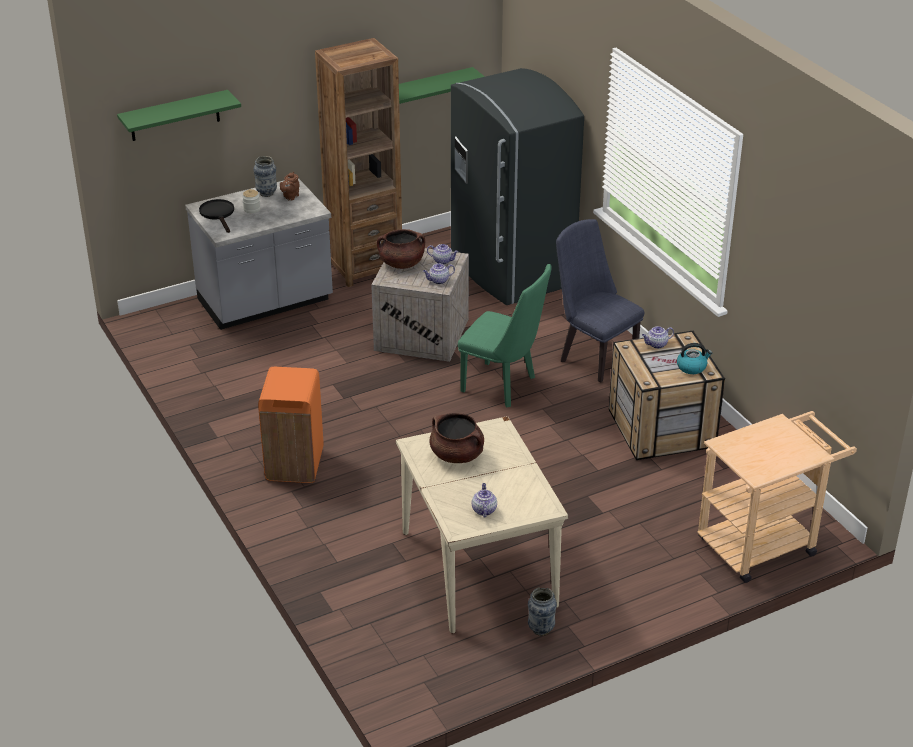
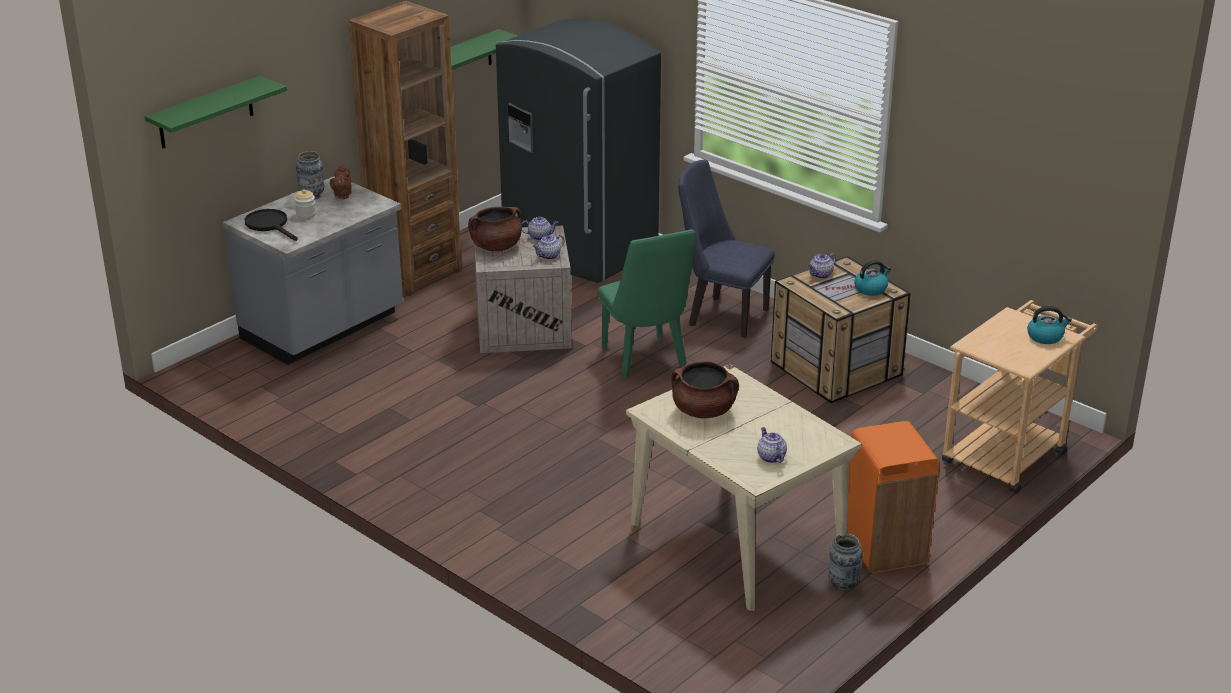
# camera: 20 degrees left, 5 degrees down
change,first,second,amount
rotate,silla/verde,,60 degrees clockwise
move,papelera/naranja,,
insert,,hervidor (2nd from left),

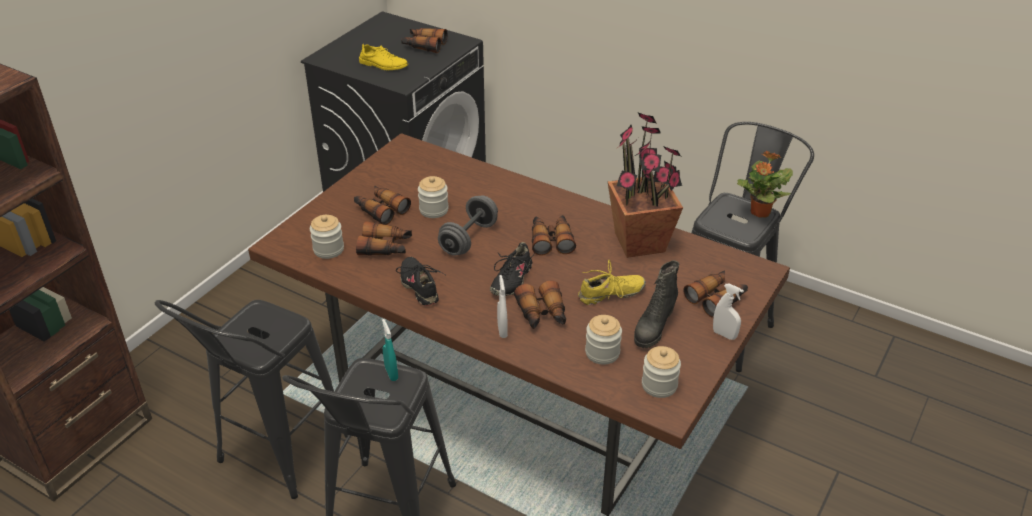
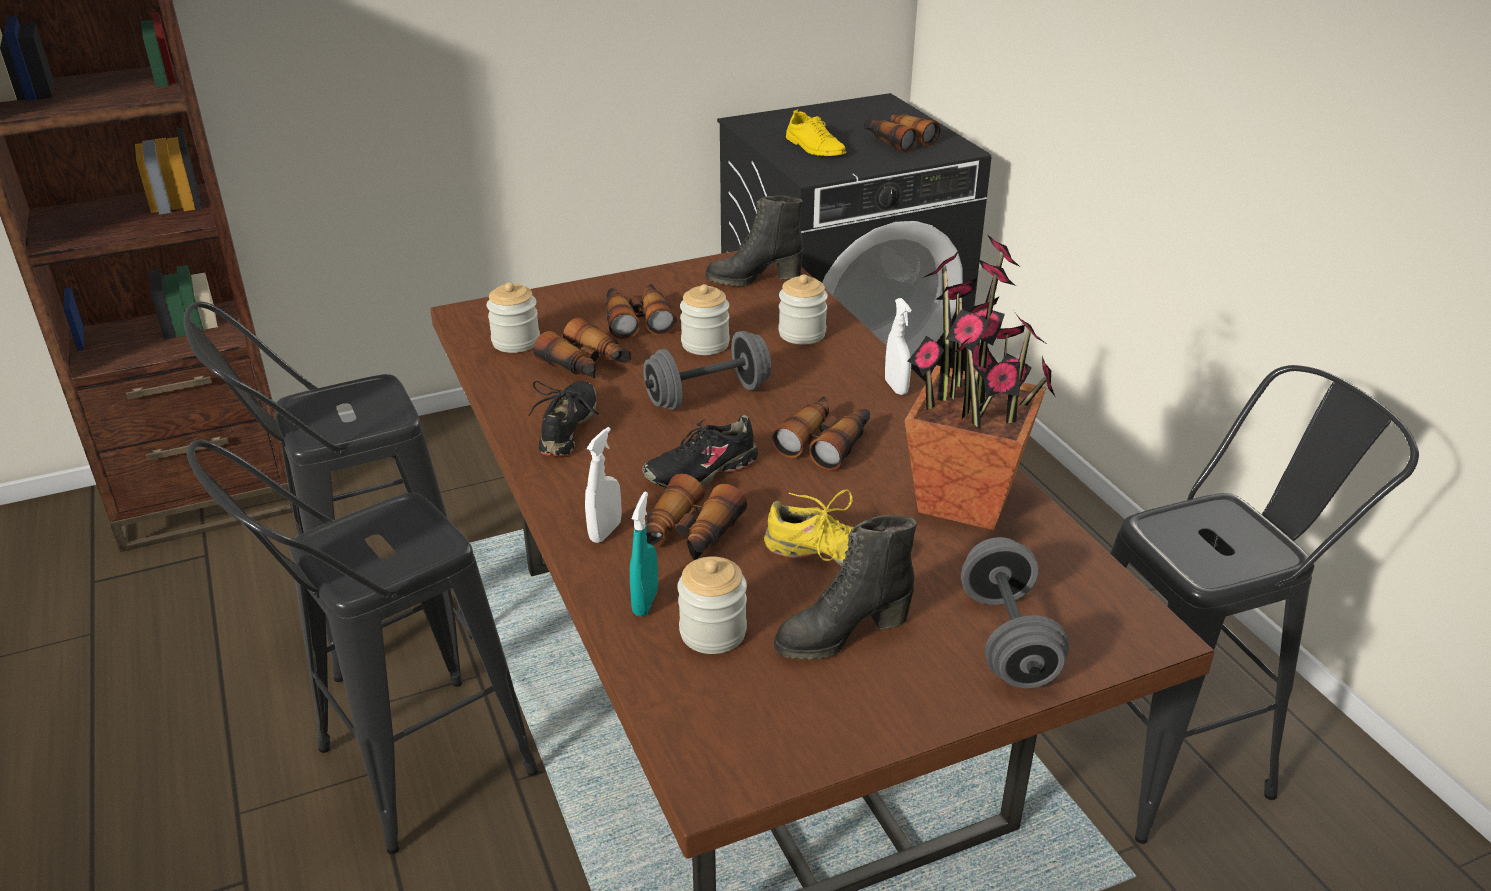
# camera: 35 degrees right, 5 degrees down
change,first,second,amount
delete,planta en maceta (2nd from left),,
replace,prismáticos (6th from left),mancuerna/gris (2nd from left),
move,pulverizador/blanco (2nd from left),,
move,pulverizador/turquesa,,
move,tarro (4th from left),,
insert,,bota/negro (1st from left),

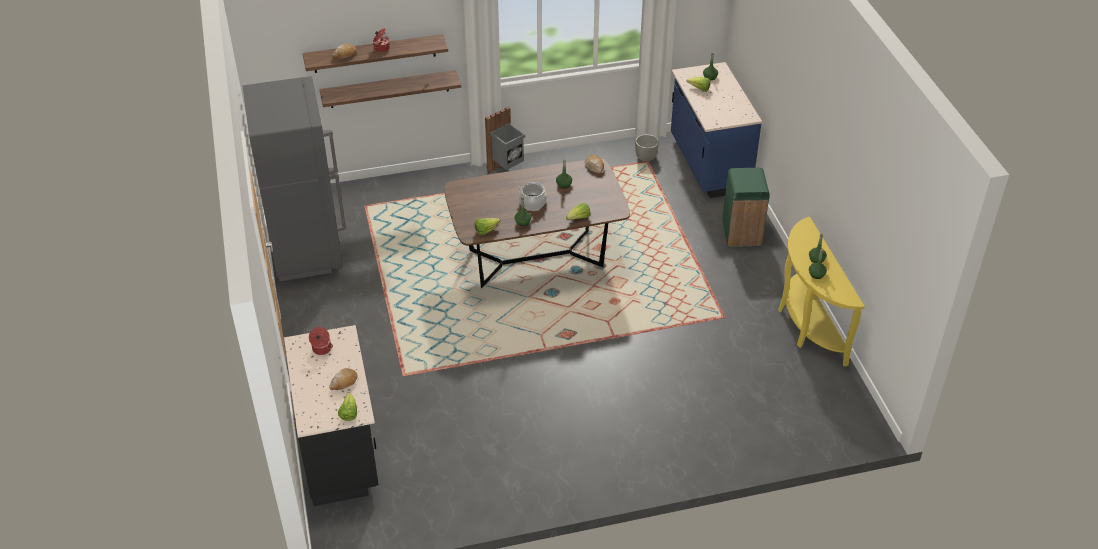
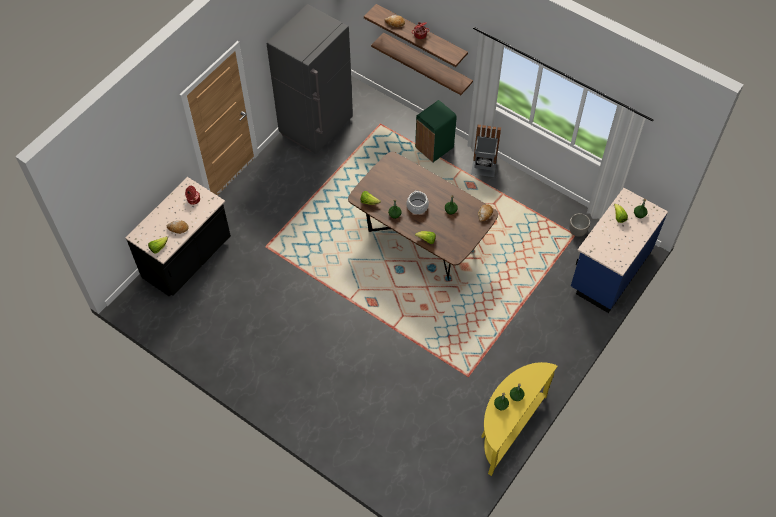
# camera: 50 degrees right, 15 degrees up
change,first,second,amount
move,papelera/verde,,

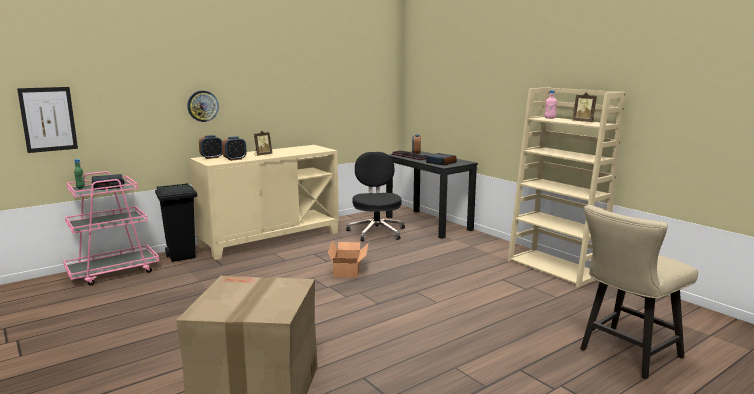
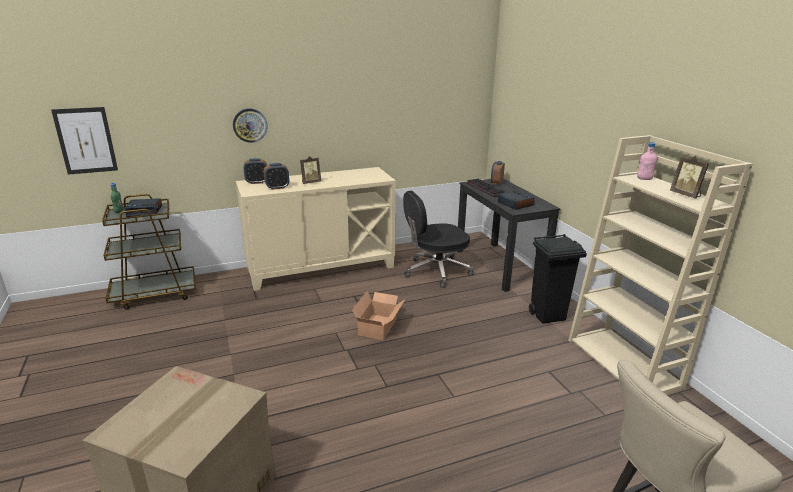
# camera: 15 degrees right, 10 degrees up
change,first,second,amount
rotate,silla de oficina/negro,,120 degrees counterclockwise
recolor,carrito/rosa,carrito/marrón,
move,papelera/negro,,

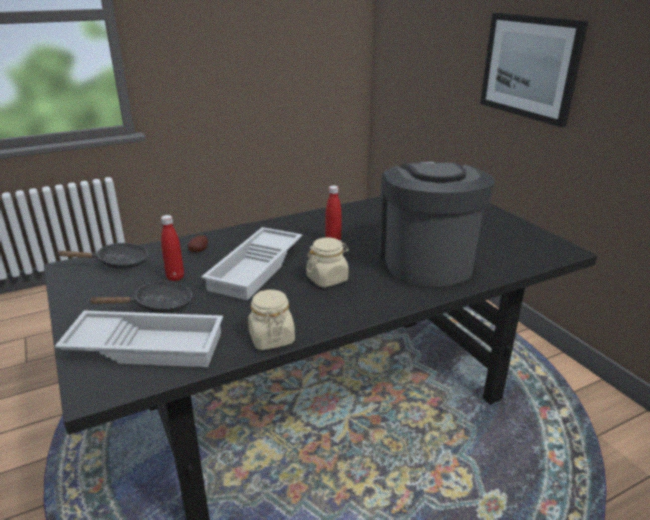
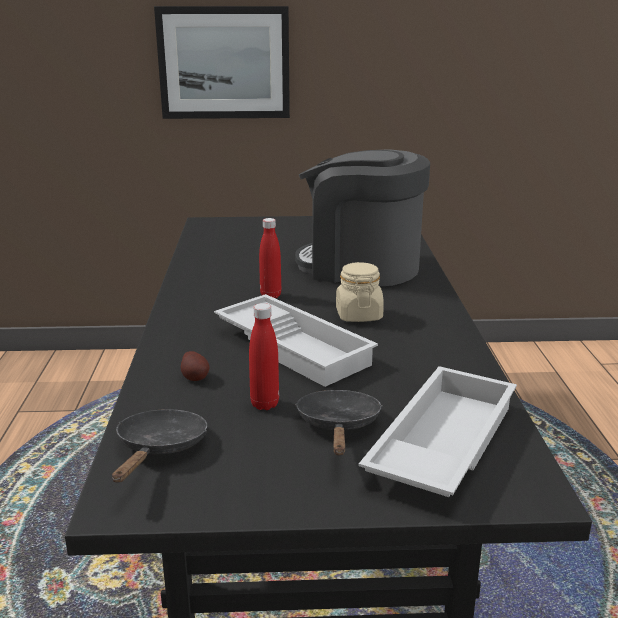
# camera: 65 degrees left, 5 degrees down
change,first,second,amount
delete,tarro/beis (1st from left),,

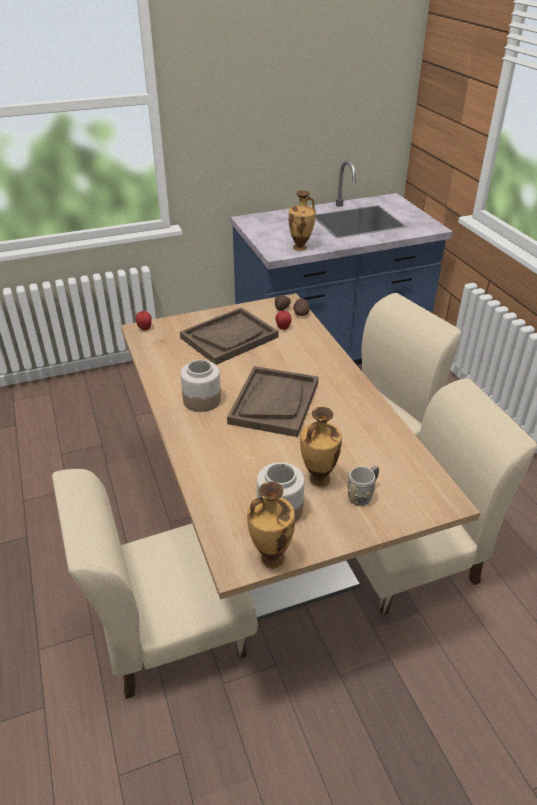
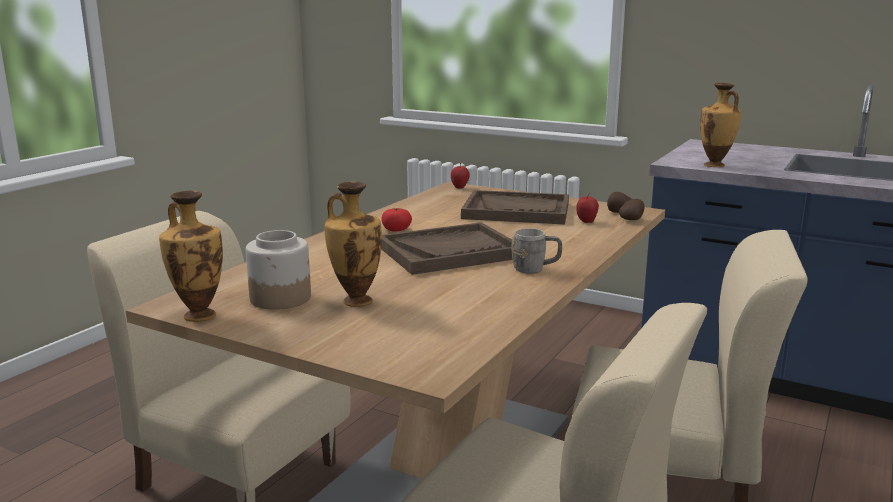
# camera: 50 degrees right, 20 degrees down
change,first,second,amount
replace,tarro (1st from left),tomate,
move,taza grande/gris,,

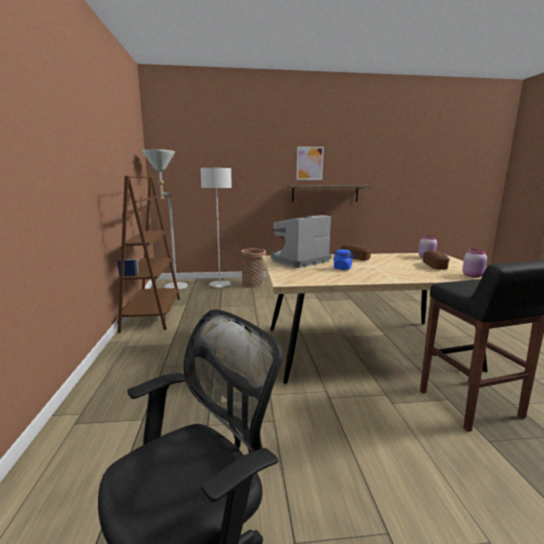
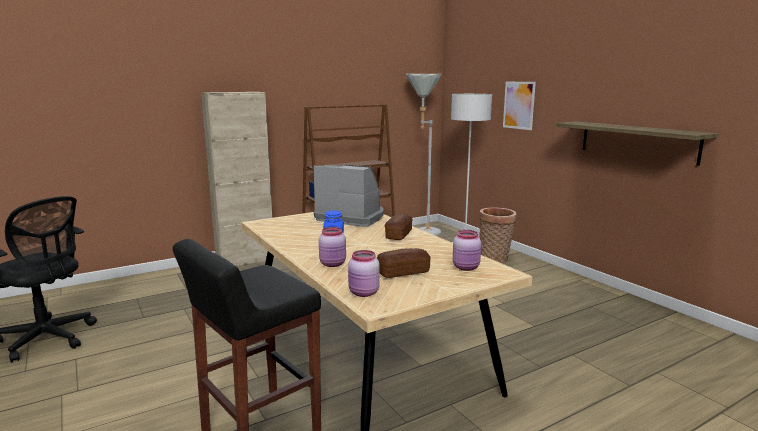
# camera: 65 degrees right, 0 degrees up
change,first,second,amount
move,cuadro,,
insert,,armario/beis,
insert,,tarro/rosa (1st from left),

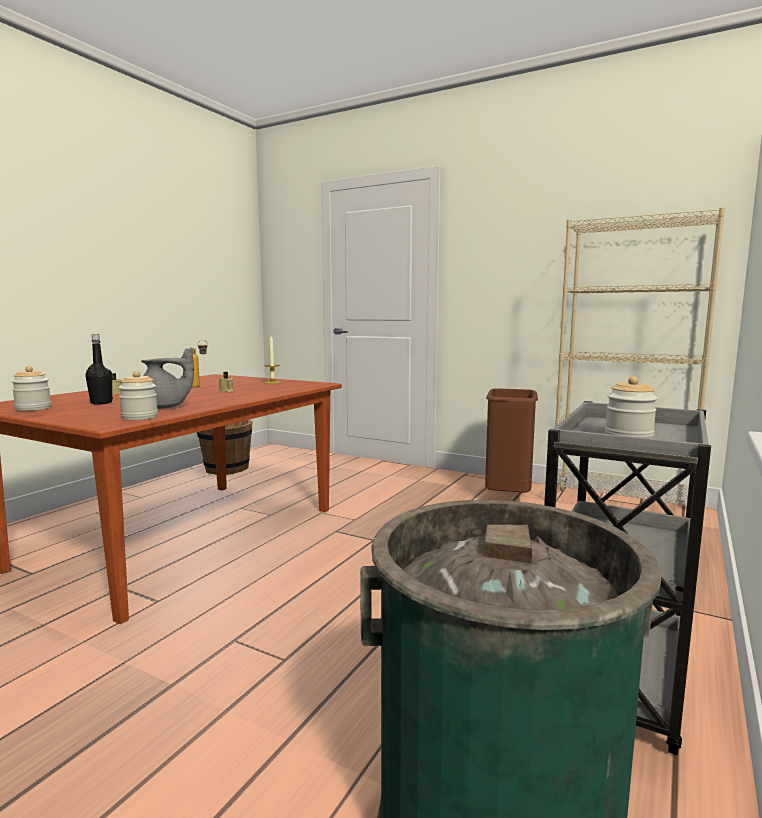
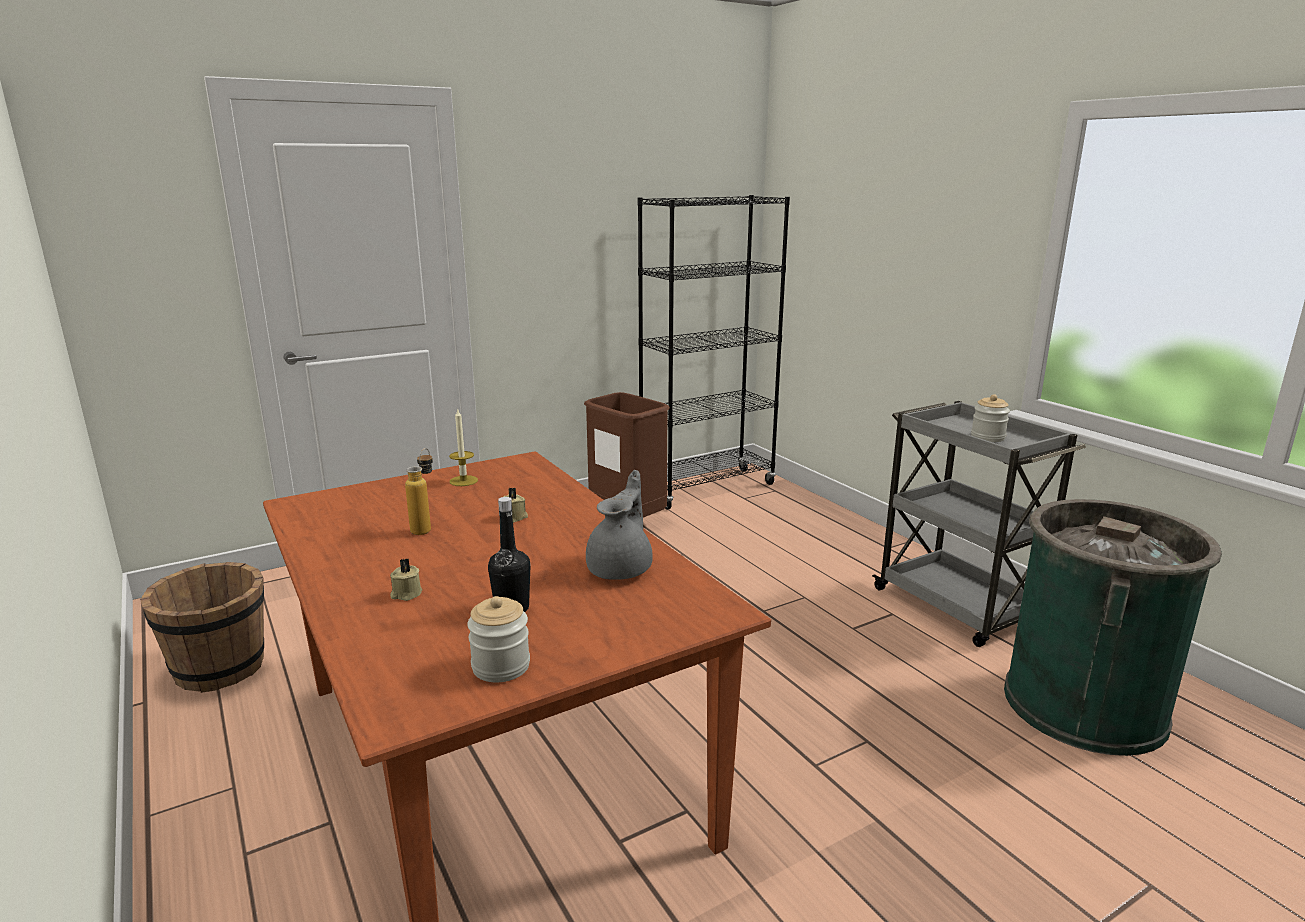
# camera: 60 degrees left, 10 degrees up
change,first,second,amount
recolor,estantería/beis,estantería/negro,
delete,tarro (2nd from left),,

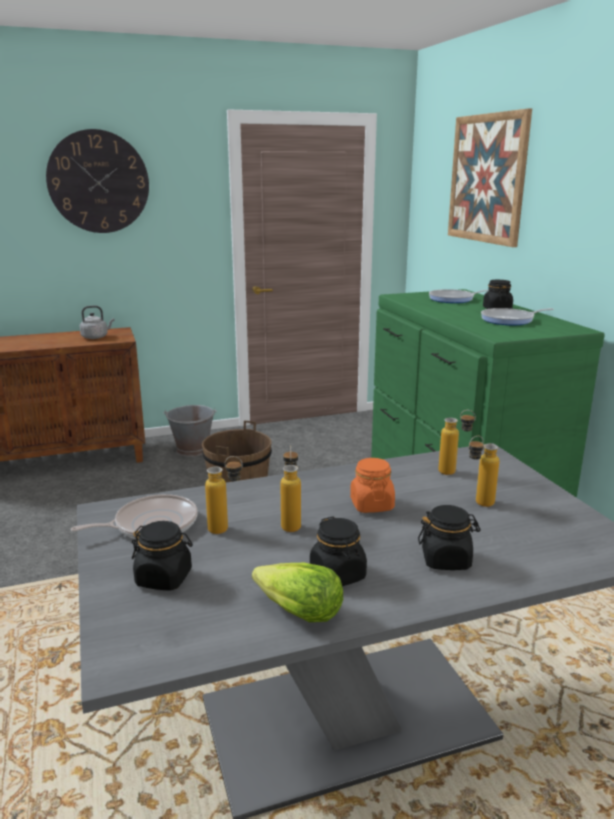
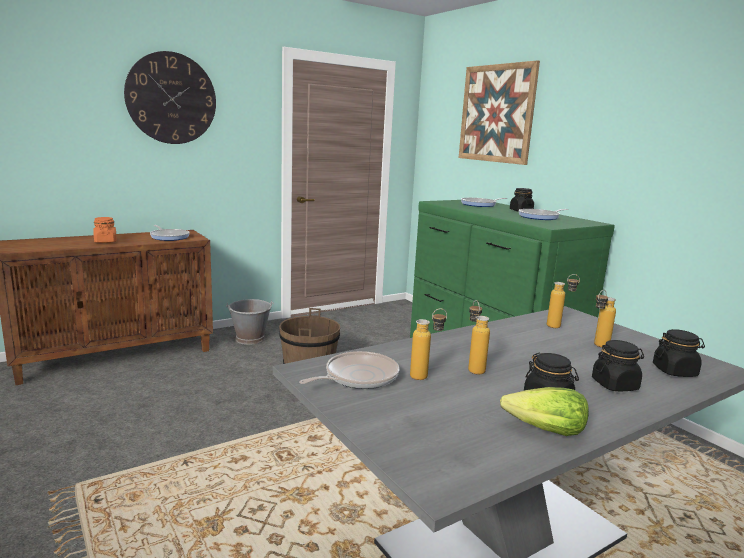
# camera: 15 degrees left, 5 degrees down
change,first,second,amount
replace,hervidor/gris,sartén (1st from left),
move,tarro/naranja,,
move,tarro/negro (1st from left in the first image),tarro/negro (4th from left),

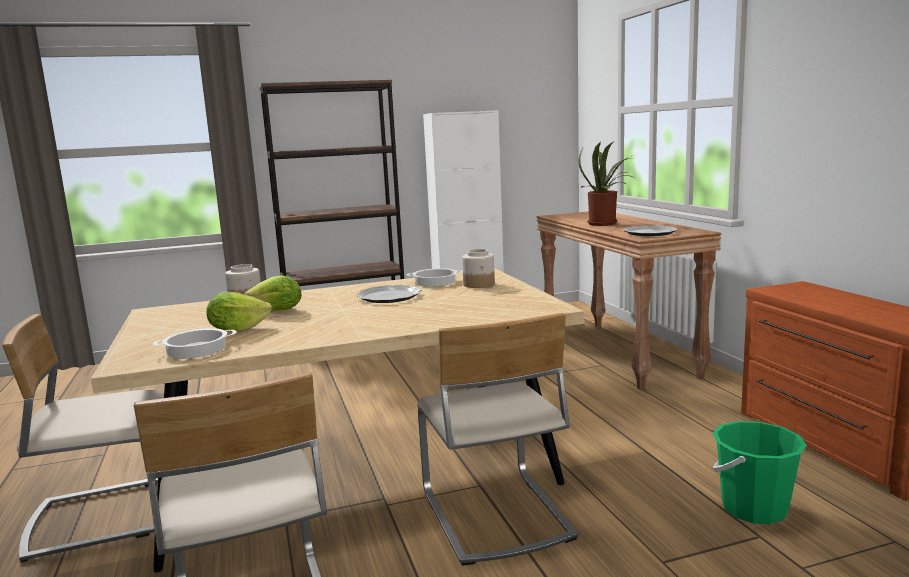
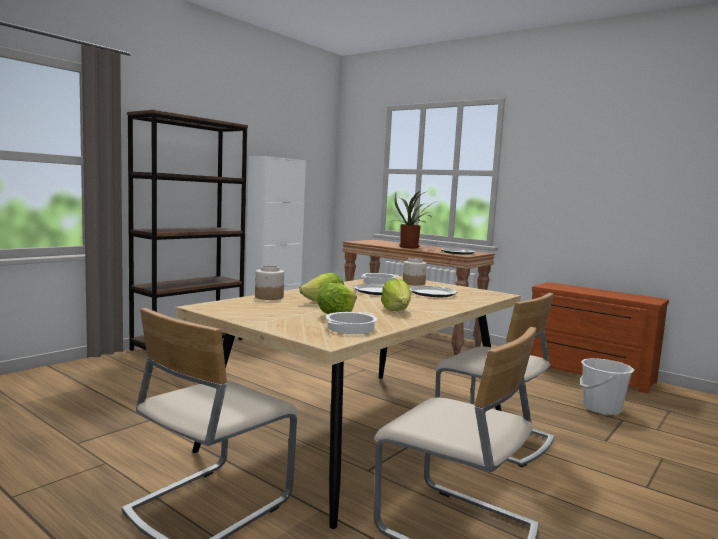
# camera: 35 degrees left, 5 degrees down
change,first,second,amount
recolor,cubo/verde,cubo/blanco,
insert,,lechuga (3rd from left),
insert,,plato (2nd from left),

